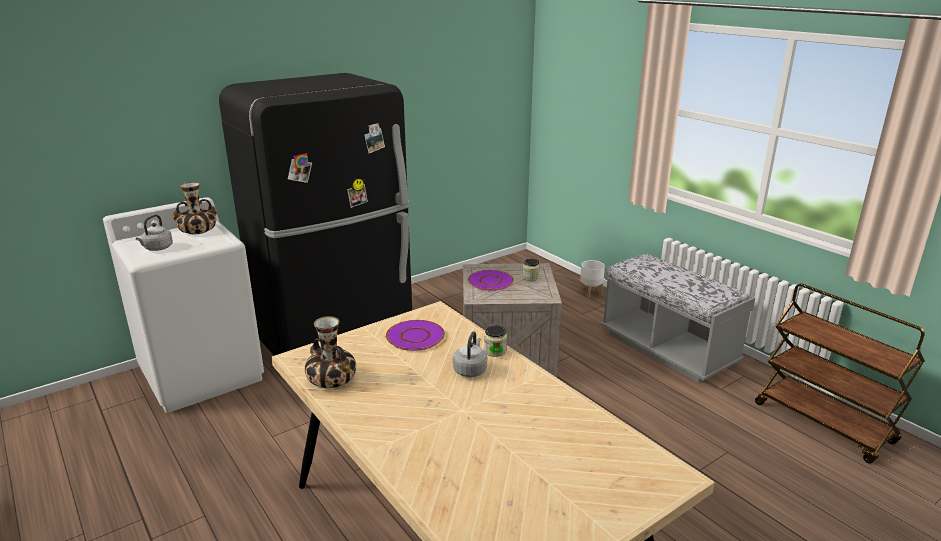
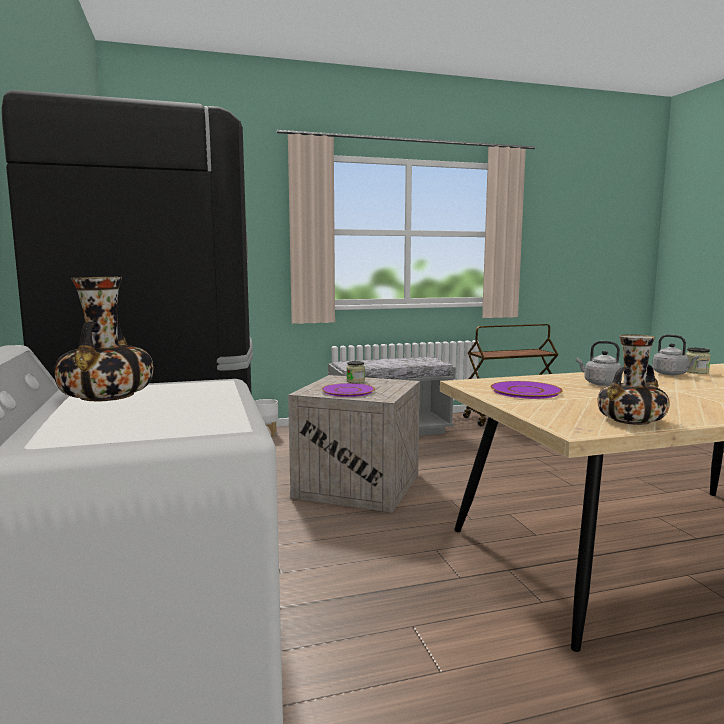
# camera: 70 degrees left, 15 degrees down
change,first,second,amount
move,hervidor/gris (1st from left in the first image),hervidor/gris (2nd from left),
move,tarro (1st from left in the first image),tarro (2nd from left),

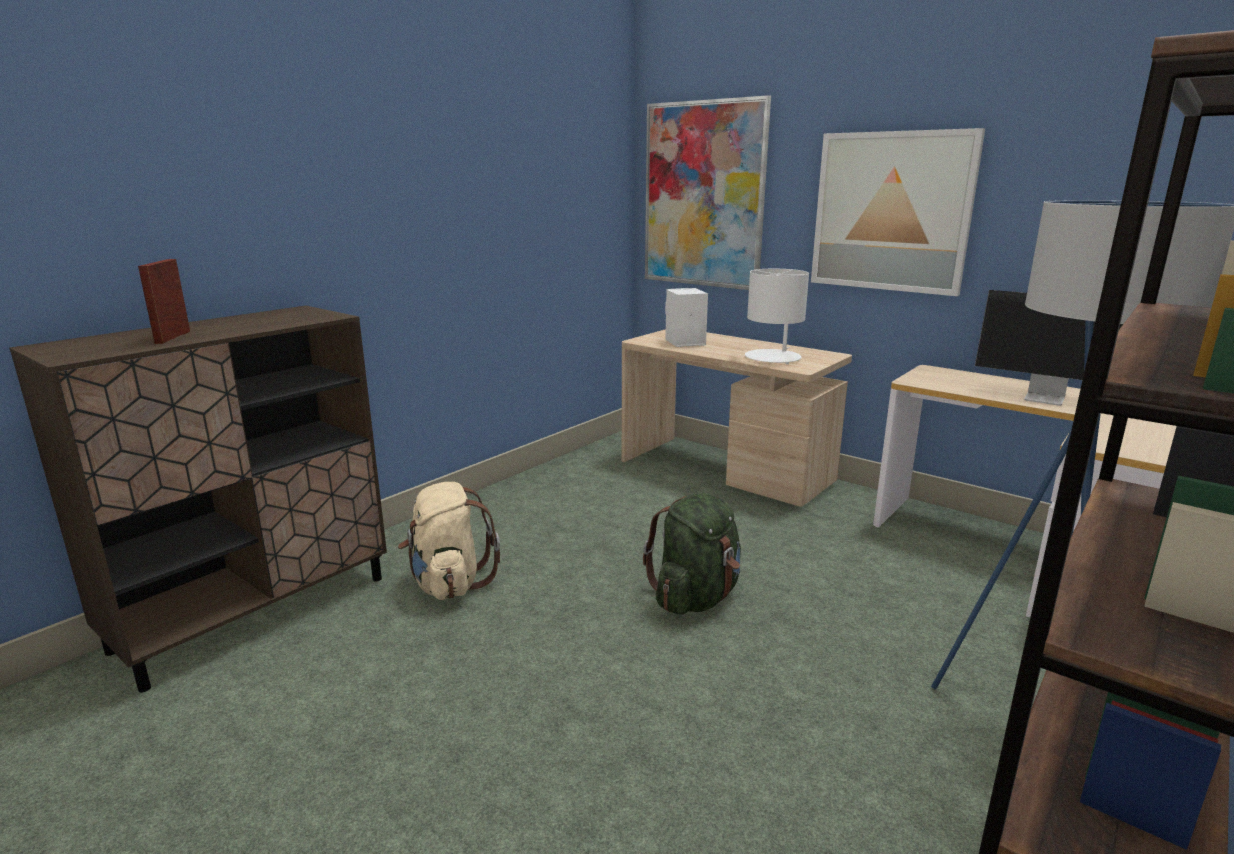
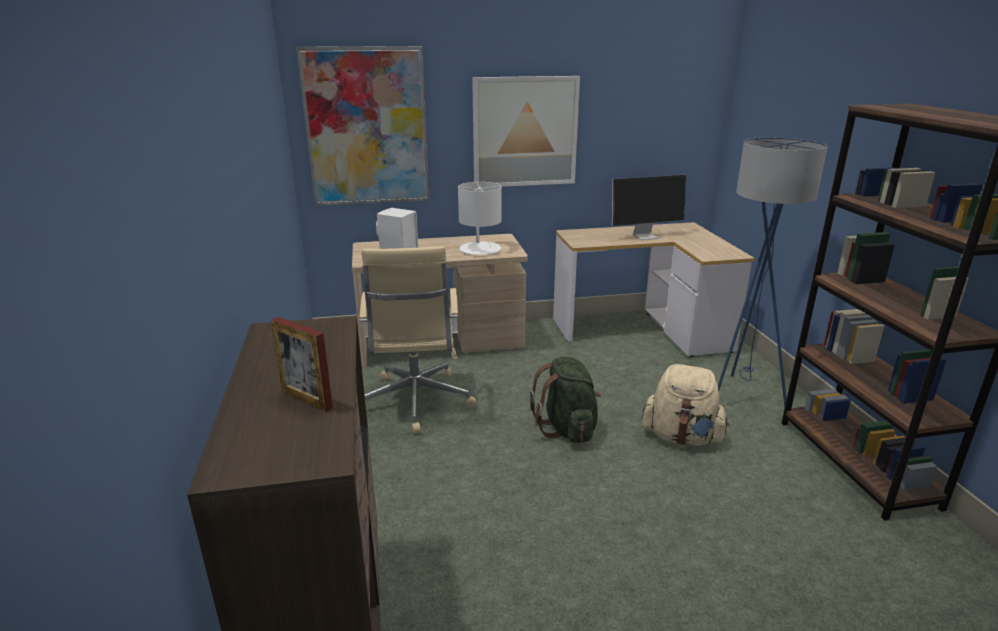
# camera: 50 degrees left, 5 degrees up
change,first,second,amount
move,mochila/beis,,
insert,,silla de oficina/beis,

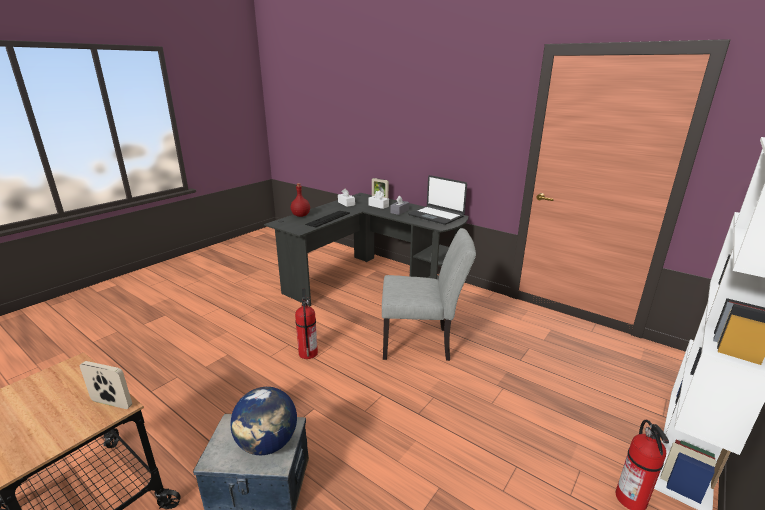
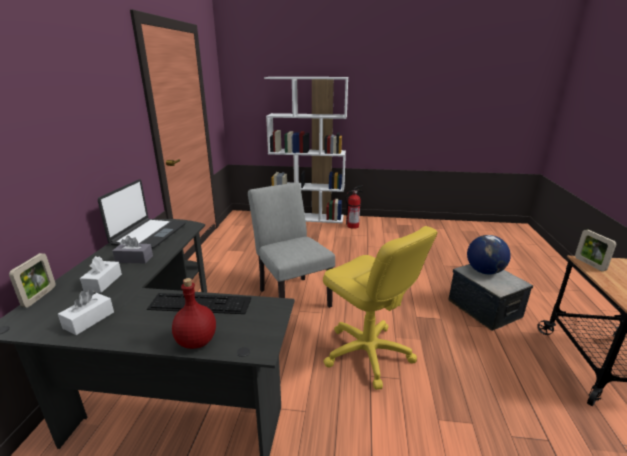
# camera: 120 degrees left, 0 degrees up
change,first,second,amount
replace,extintor (1st from left),silla de oficina/amarillo,

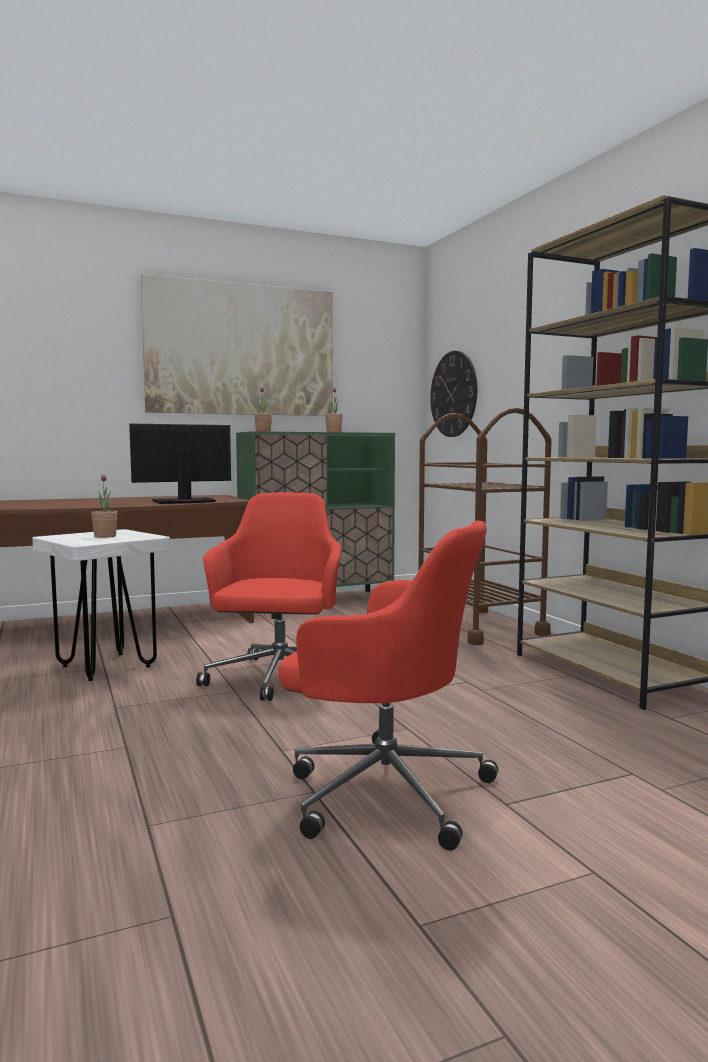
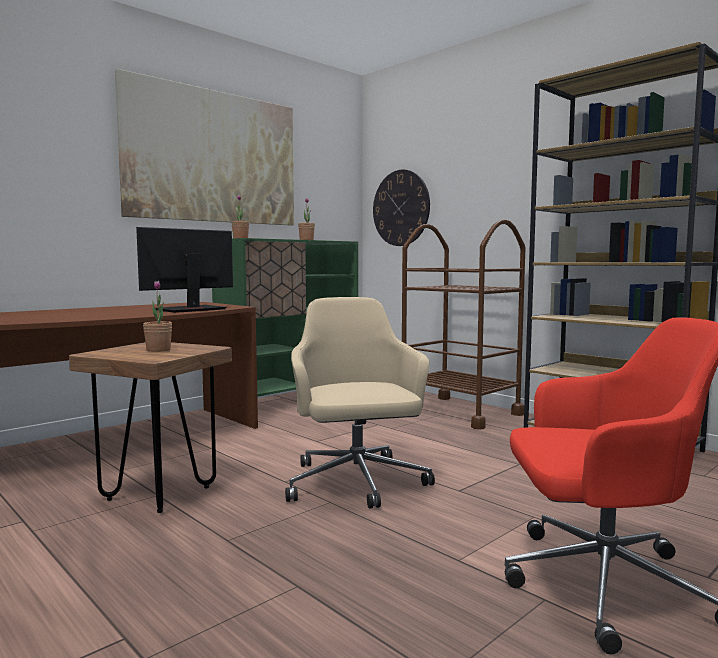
# camera: 20 degrees left, 0 degrees up
change,first,second,amount
recolor,silla de oficina/rojo (1st from left),silla de oficina/beis,
recolor,taburete/blanco,taburete/marrón,

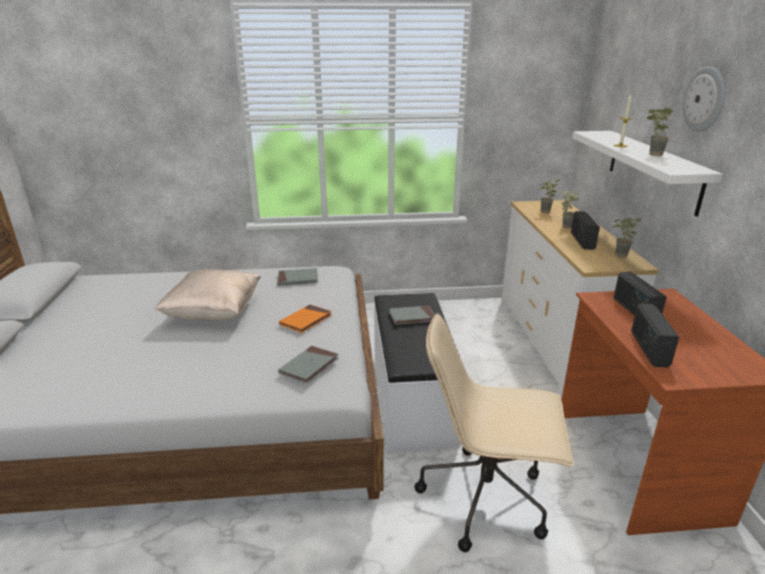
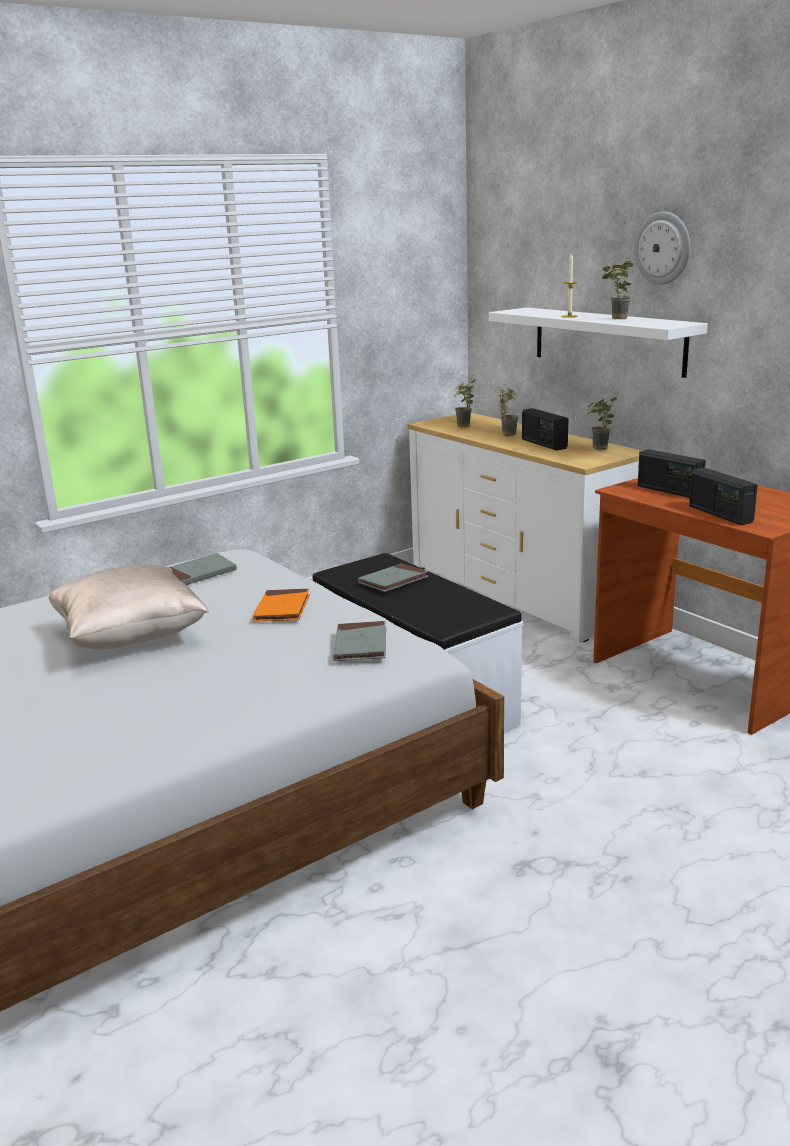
# camera: 30 degrees left, 5 degrees down
change,first,second,amount
delete,silla de oficina/beis,,

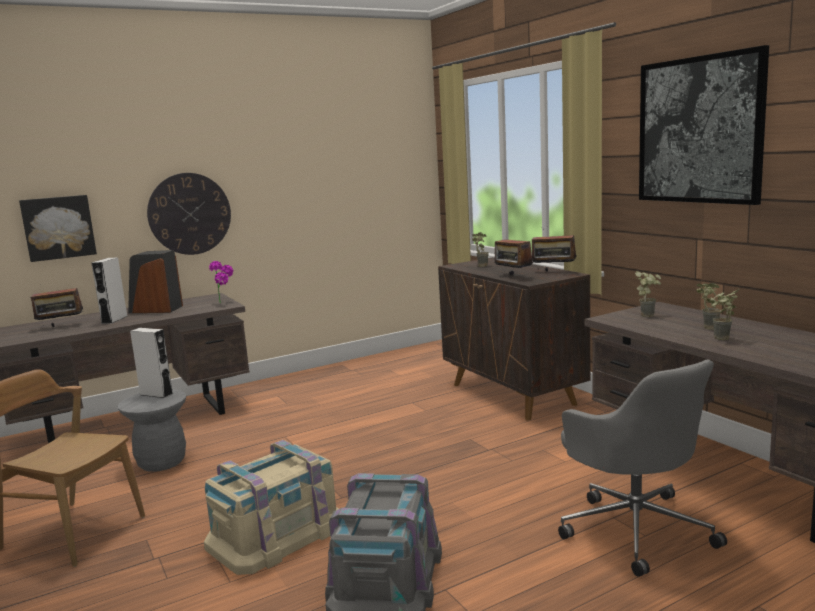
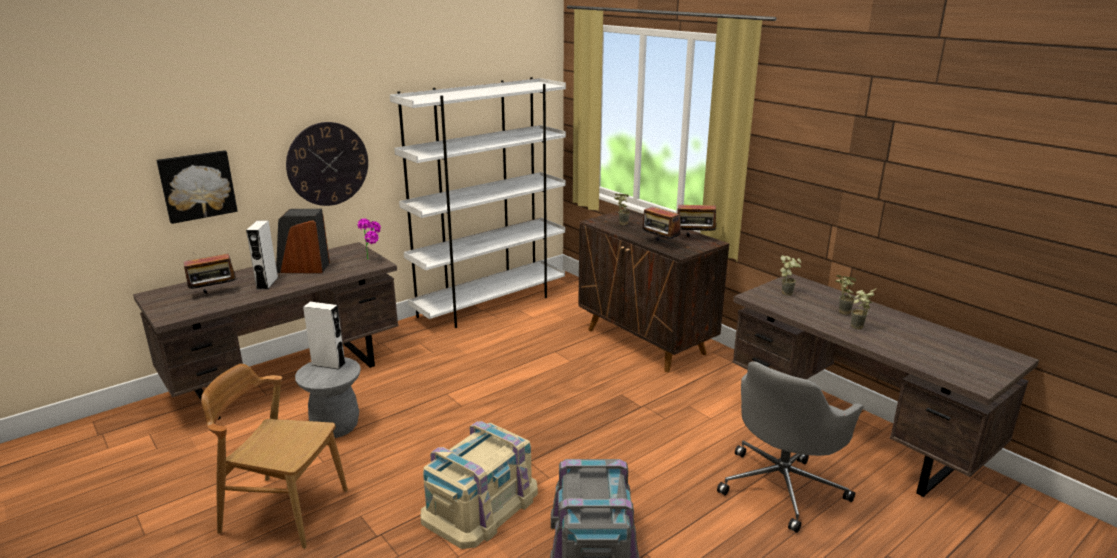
# camera: 10 degrees left, 10 degrees up
change,first,second,amount
delete,cuadro (2nd from left),,
rotate,silla de oficina/gris,,75 degrees clockwise
insert,,estantería/blanco,

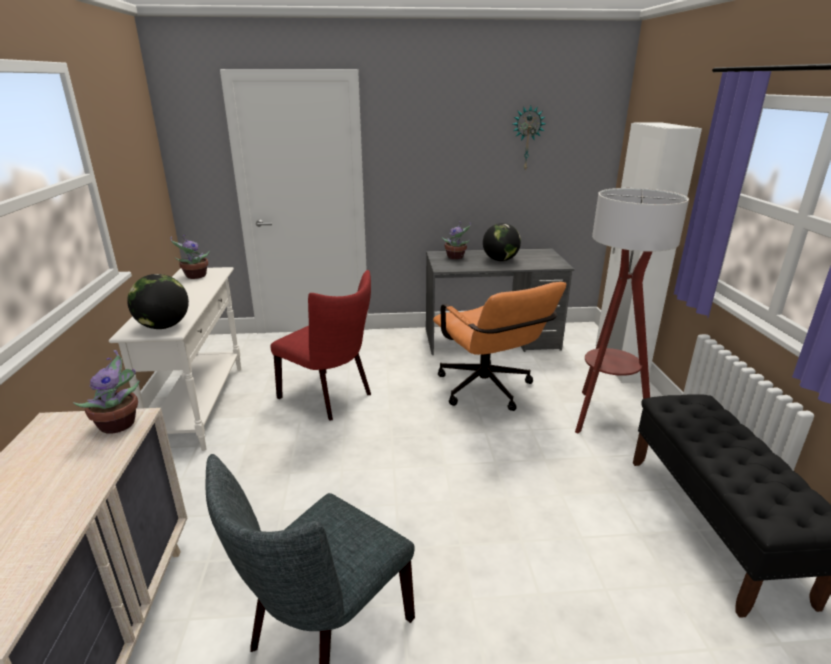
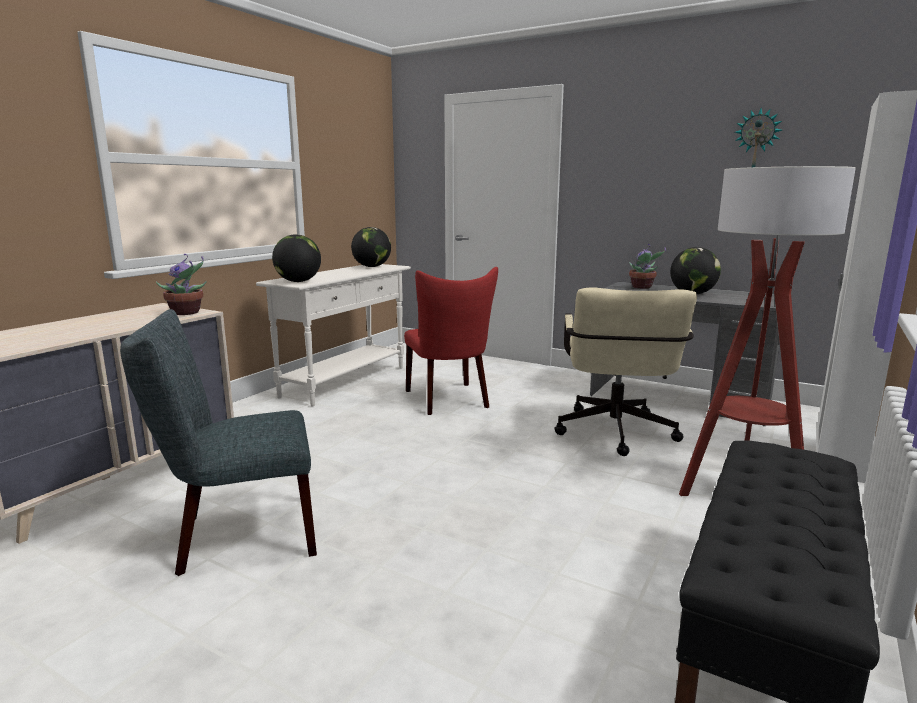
# camera: 35 degrees right, 10 degrees down
change,first,second,amount
replace,planta en maceta (2nd from left),globo terráqueo (2nd from left),
recolor,silla de oficina/naranja,silla de oficina/beis,

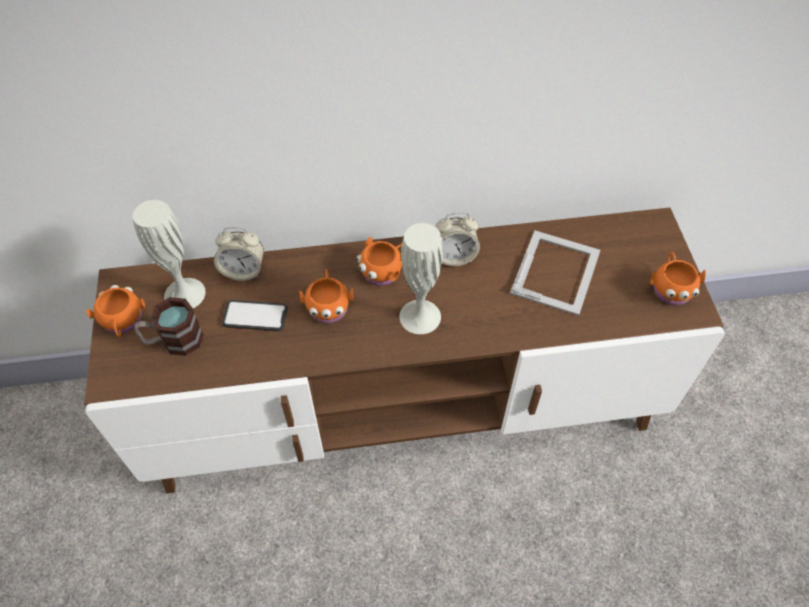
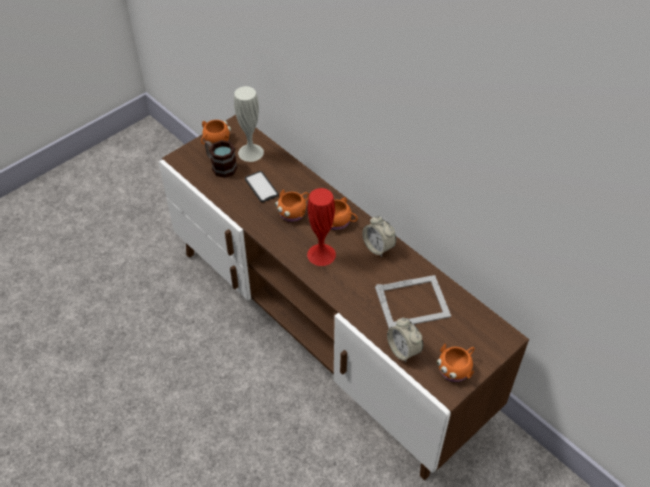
# camera: 55 degrees right, 5 degrees down
change,first,second,amount
recolor,florero/blanco (2nd from left),florero/rojo,
move,despertador (1st from left in the first image),despertador (2nd from left),

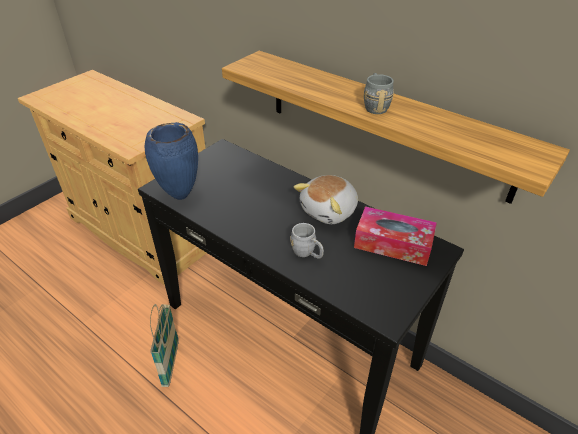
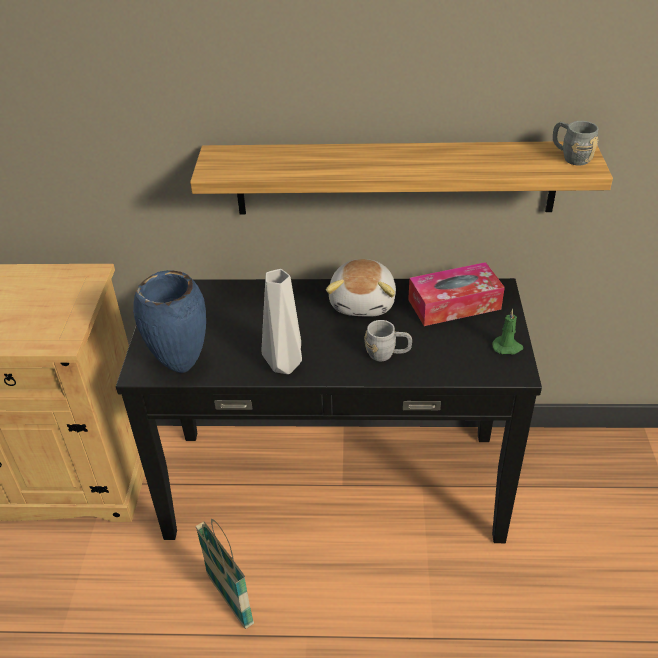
# camera: 35 degrees left, 0 degrees up
change,first,second,amount
move,taza grande/gris (2nd from left),,
insert,,florero/gris,
insert,,vela/verde,

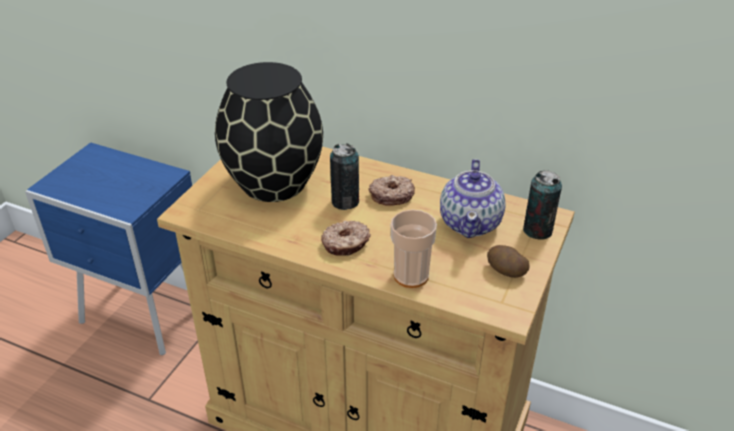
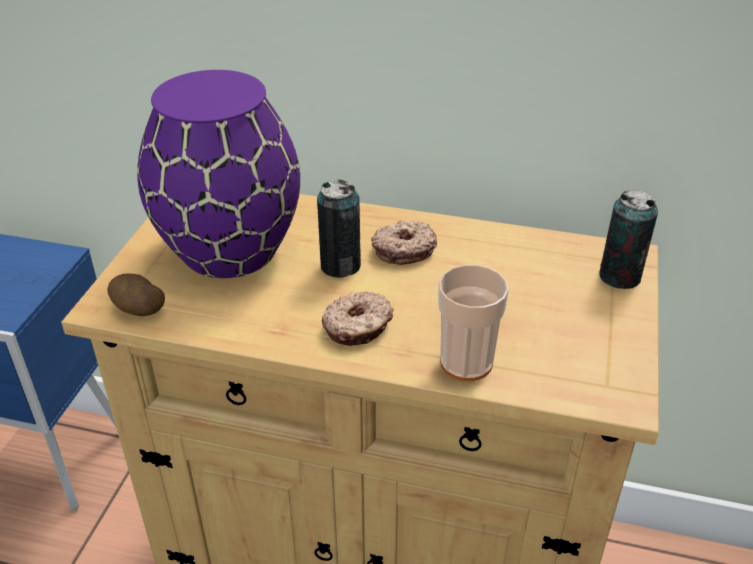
# camera: 10 degrees left, 0 degrees up
change,first,second,amount
recolor,florero/negro,florero/morado,
delete,tetera,,
move,patata,,

